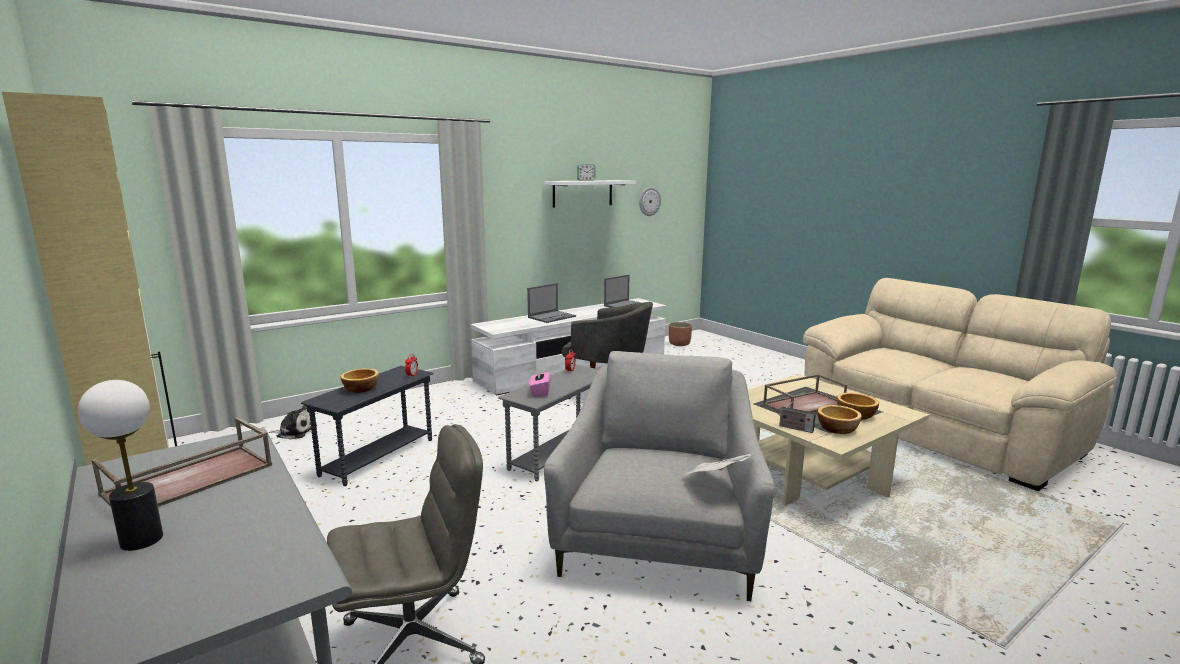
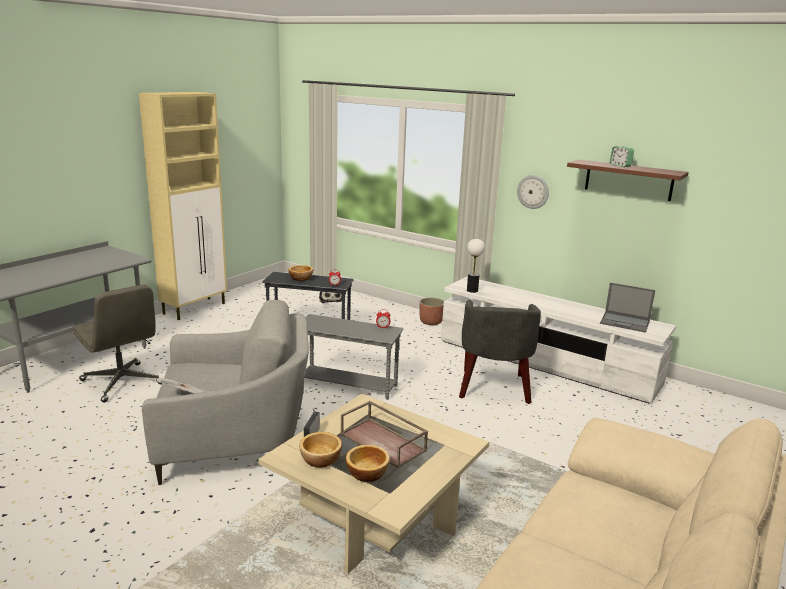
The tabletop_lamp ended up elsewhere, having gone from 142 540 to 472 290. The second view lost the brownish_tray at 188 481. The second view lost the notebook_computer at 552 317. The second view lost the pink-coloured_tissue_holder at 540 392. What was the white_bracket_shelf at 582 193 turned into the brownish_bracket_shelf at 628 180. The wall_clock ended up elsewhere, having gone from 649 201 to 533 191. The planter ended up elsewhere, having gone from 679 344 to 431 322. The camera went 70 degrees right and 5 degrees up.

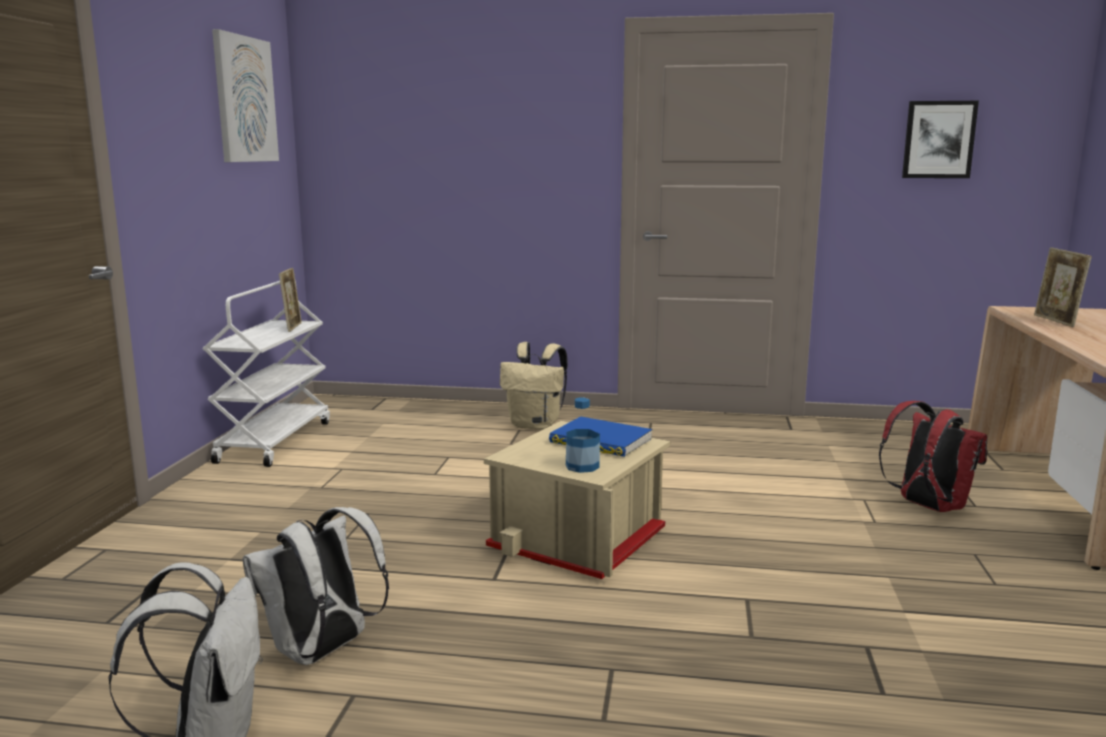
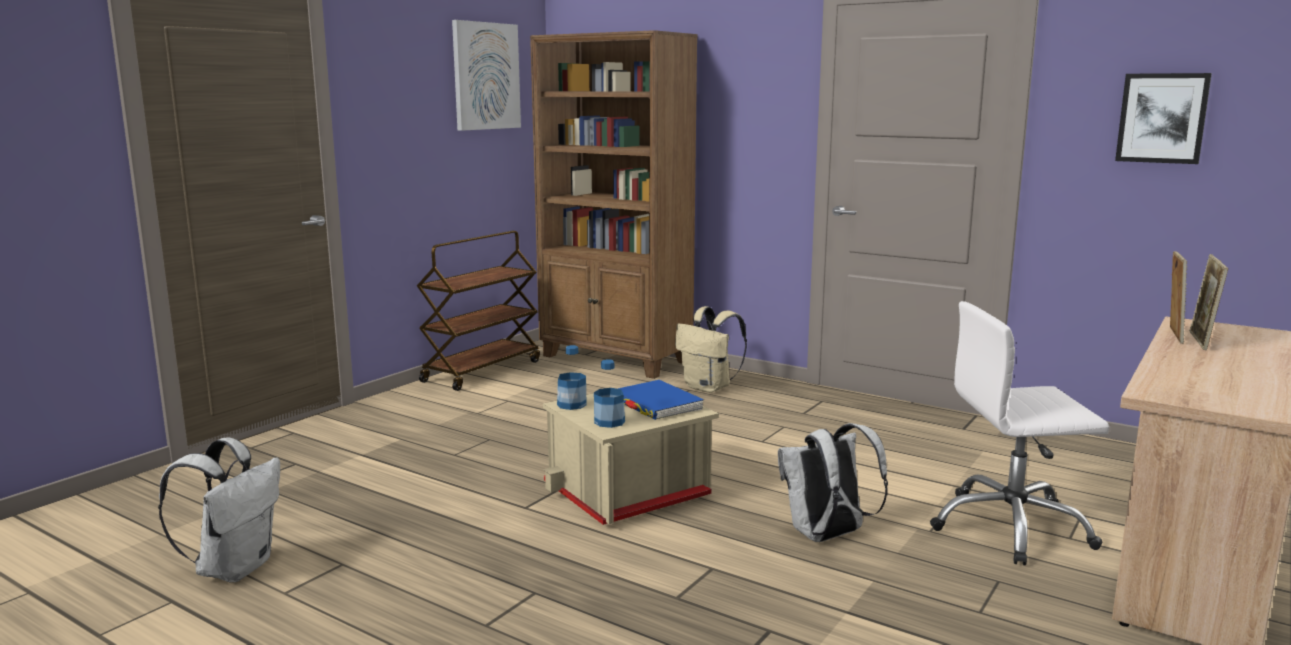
What was the white_cart at 274 441 turned into the brownish_cart at 482 371. The white_rucksack ended up elsewhere, having gone from 321 652 to 826 536. The photo_frame ended up elsewhere, having gone from 293 327 to 1172 335. Where the red_rucksack stood at 927 506, the white_desk_chair came to stand at 1011 528. The second view gained the brownish_bookshelf at 616 359. The second view gained the beverage_bottle at 571 404. The camera went 25 degrees right and 0 degrees up.

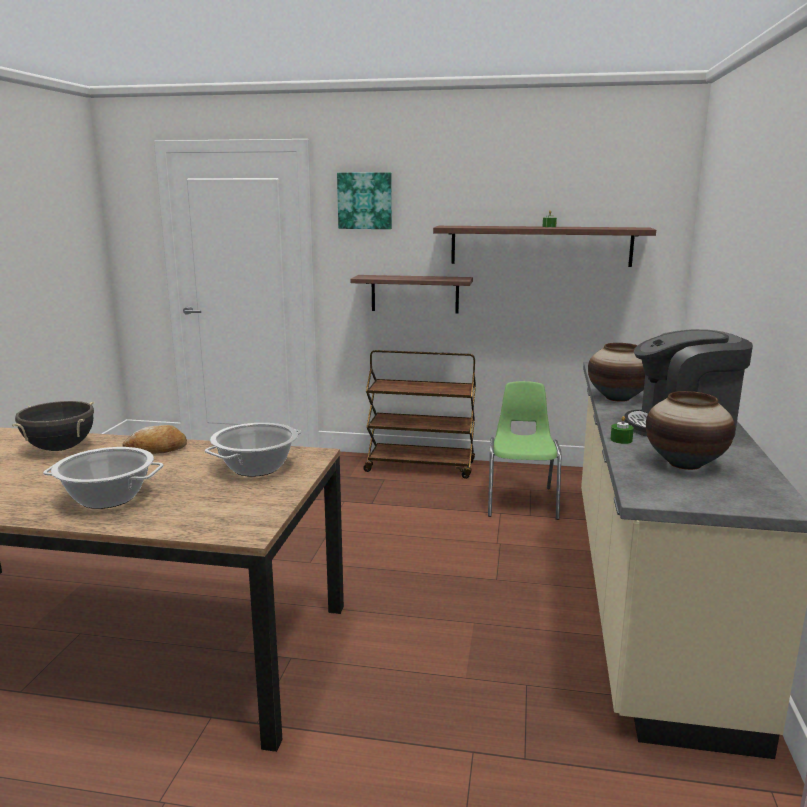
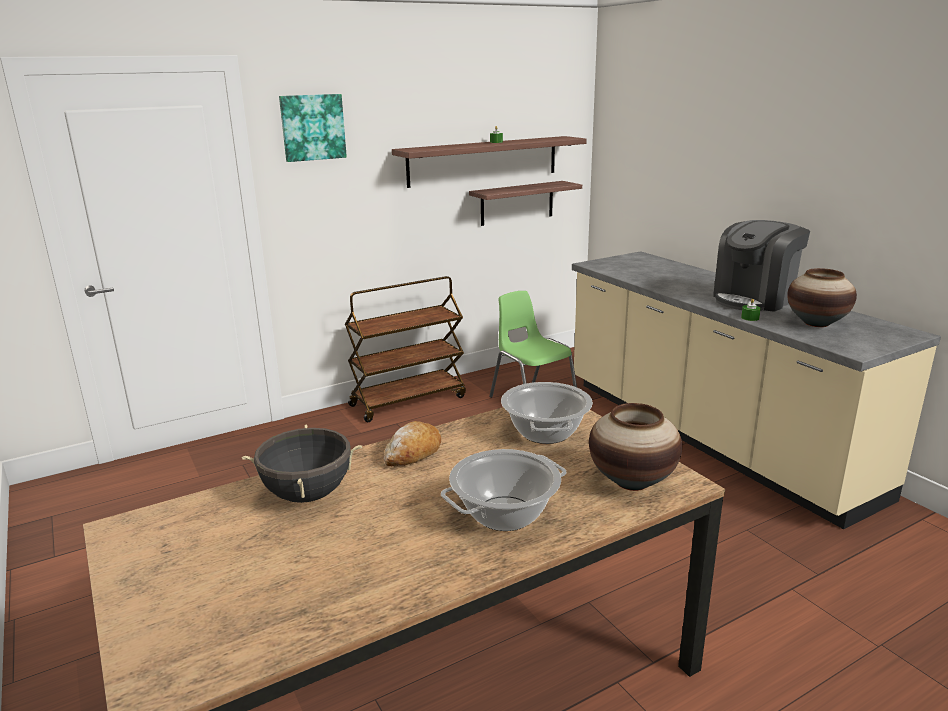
The bracket_shelf ended up elsewhere, having gone from 414 294 to 517 203. The vase ended up elsewhere, having gone from 617 398 to 631 481. The camera went 40 degrees left and 5 degrees up.

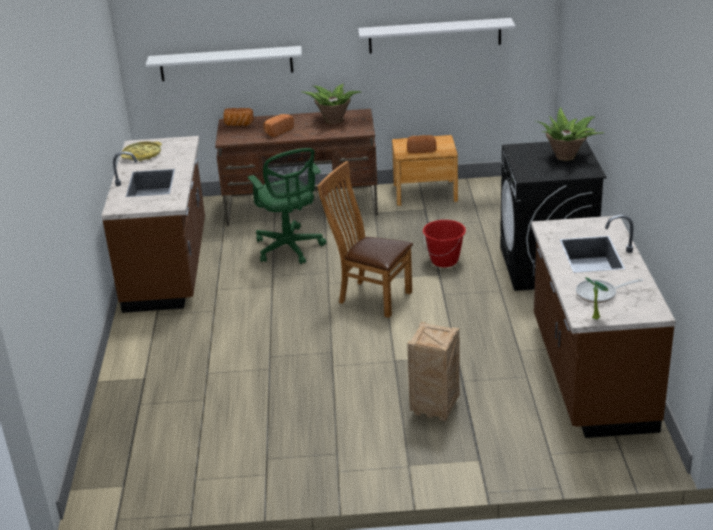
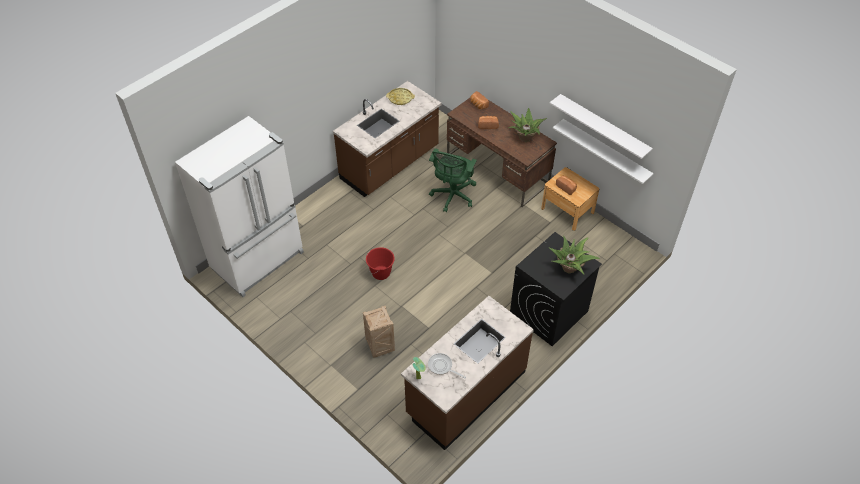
The white_bracket_shelf ended up elsewhere, having gone from 226 63 to 605 152. The second view lost the brownish_plain_chair at 371 297. The red_water_bucket ended up elsewhere, having gone from 444 260 to 381 273. The second view gained the white_refrigerator at 259 261. The camera went 45 degrees right and 20 degrees up.

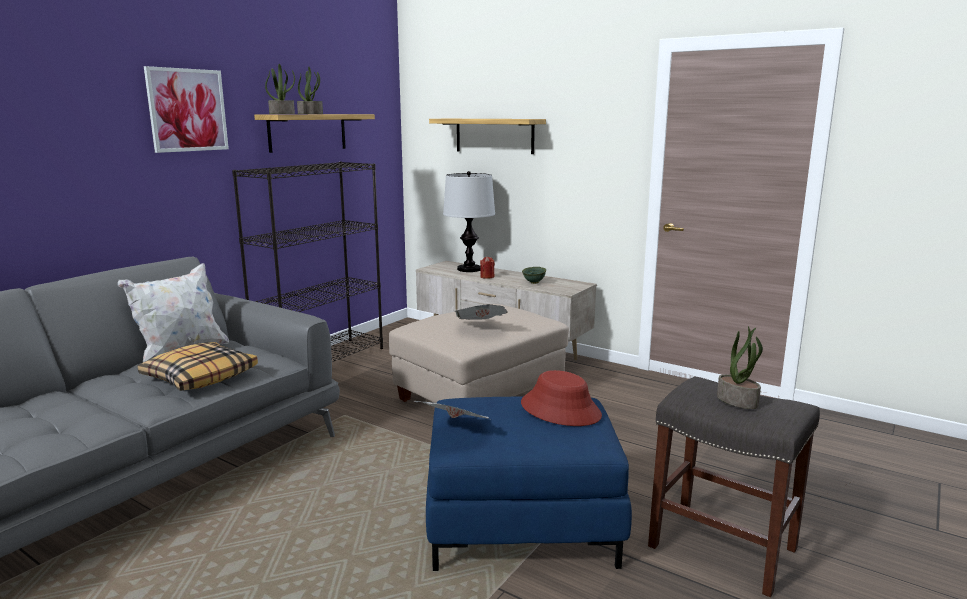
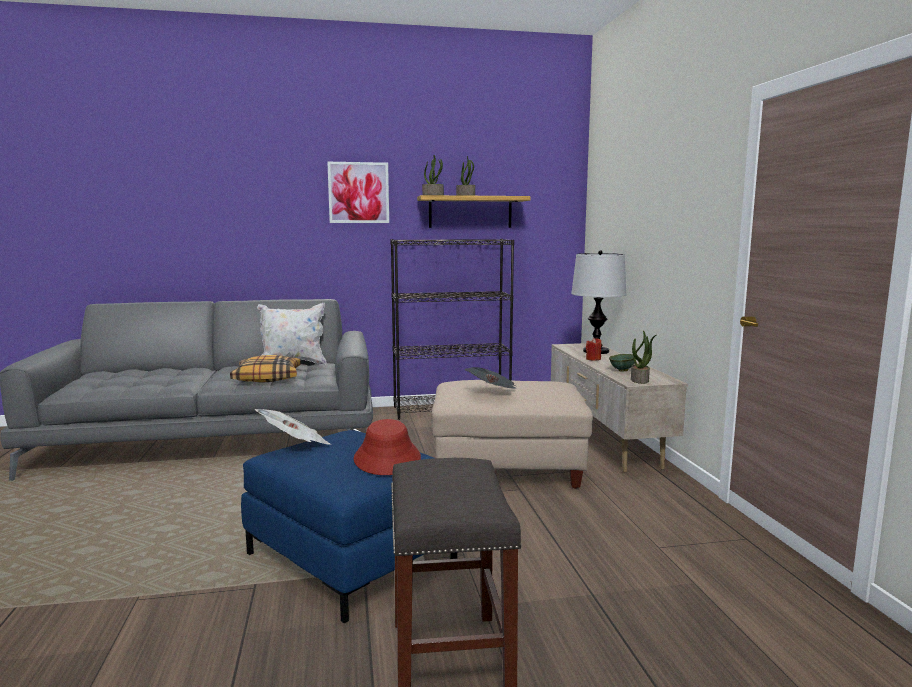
The second view lost the bracket_shelf at 494 135. The houseplant ended up elsewhere, having gone from 738 401 to 640 380. The camera went 45 degrees right and 5 degrees down.

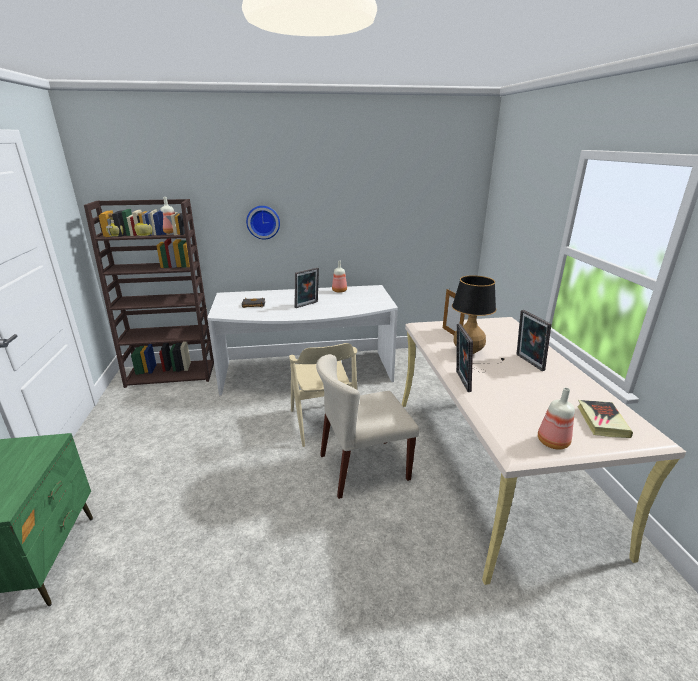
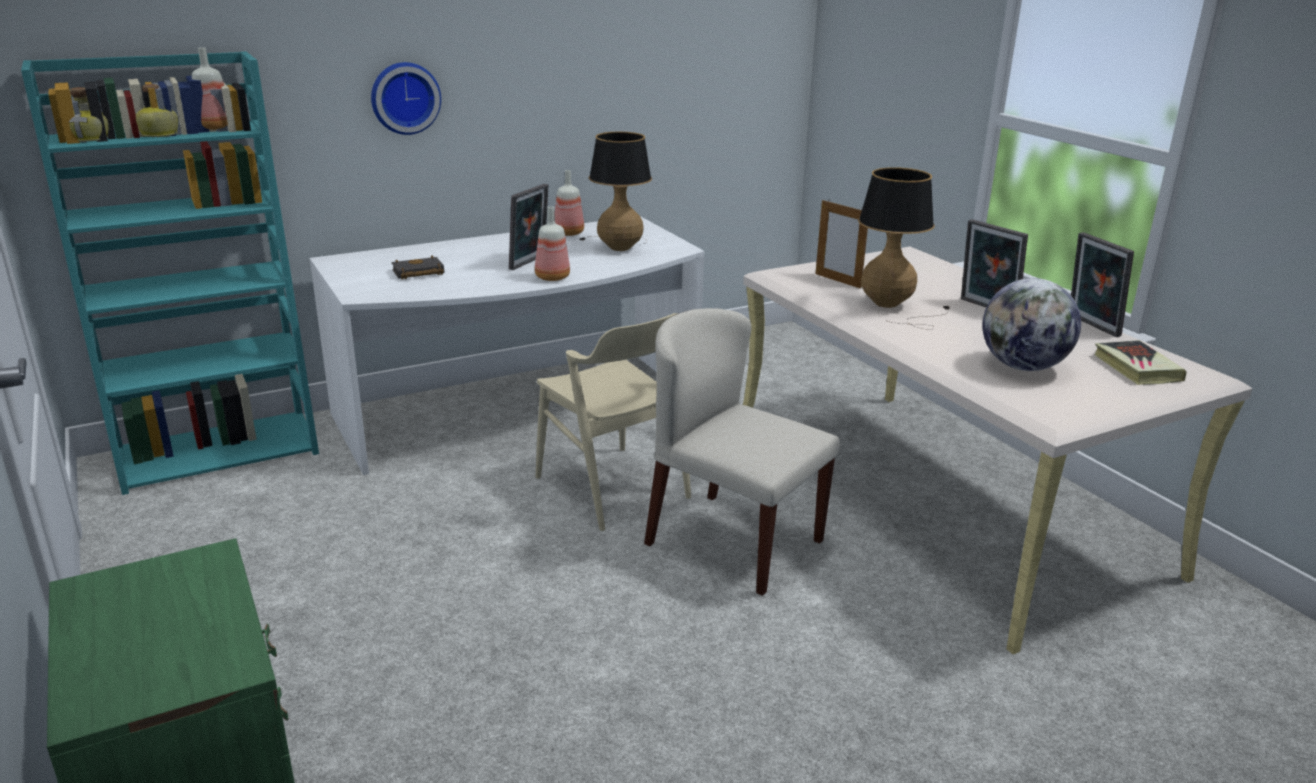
What was the brownish_bookshelf at 172 373 turned into the blue-green_bookshelf at 220 451. The sand-coloured_plain_chair at 363 467 ended up facing another way, 75 degrees clockwise from before. The photo_frame ended up elsewhere, having gone from 460 381 to 1090 326. The beverage_bottle ended up elsewhere, having gone from 551 442 to 551 278. The second view gained the tabletop_lamp at 620 246. The second view gained the world_globe at 1023 367. The camera went 20 degrees left and 0 degrees up.

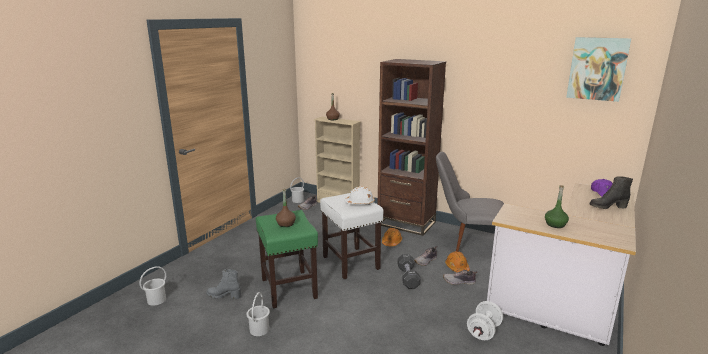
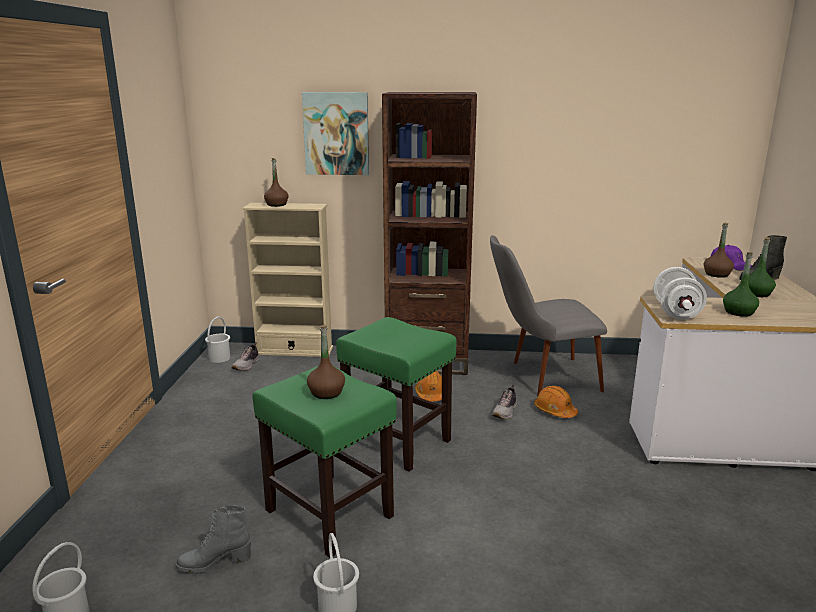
What was the white_stool_seat at 351 263 turned into the green-coloured_stool_seat at 398 441. The second view lost the white_hard_hat at 359 203. The second view lost the blackish_dumbbell at 408 277. The second view lost the item_of_footwear at 459 282. The white_dumbbell ended up elsewhere, having gone from 483 331 to 676 312. The picture ended up elsewhere, having gone from 597 69 to 336 133. The second view gained the brownish_beverage_bottle at 717 274. The second view gained the green-coloured_beverage_bottle at 756 294. The camera went 25 degrees left and 0 degrees up.

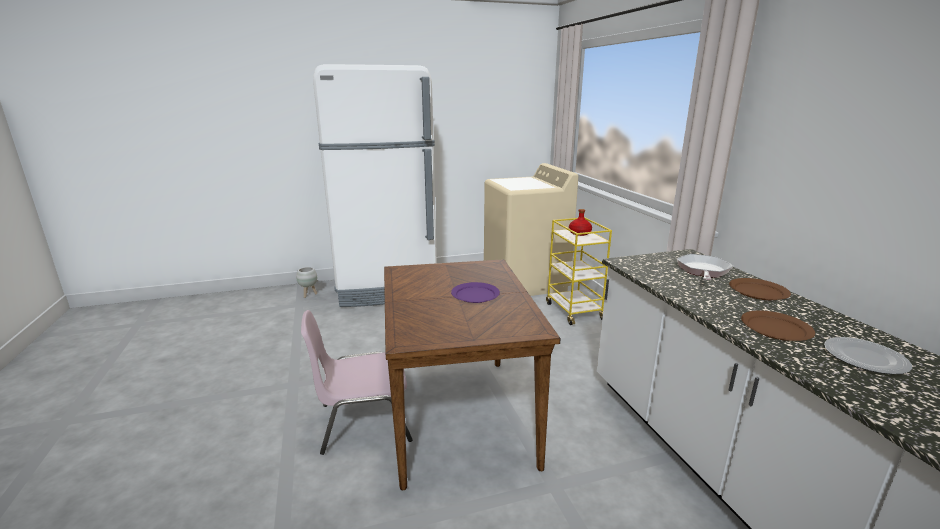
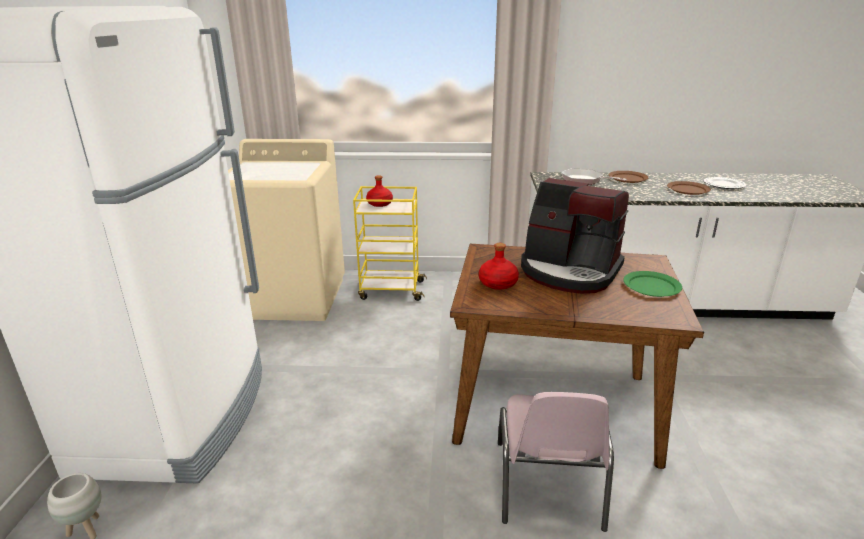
Where the purplish_plate stood at 475 295, the coffee_brewer came to stand at 569 271. The second view gained the red_beverage_bottle at 498 283. The second view gained the green-coloured_plate at 651 286. The camera went 70 degrees left and 5 degrees up.

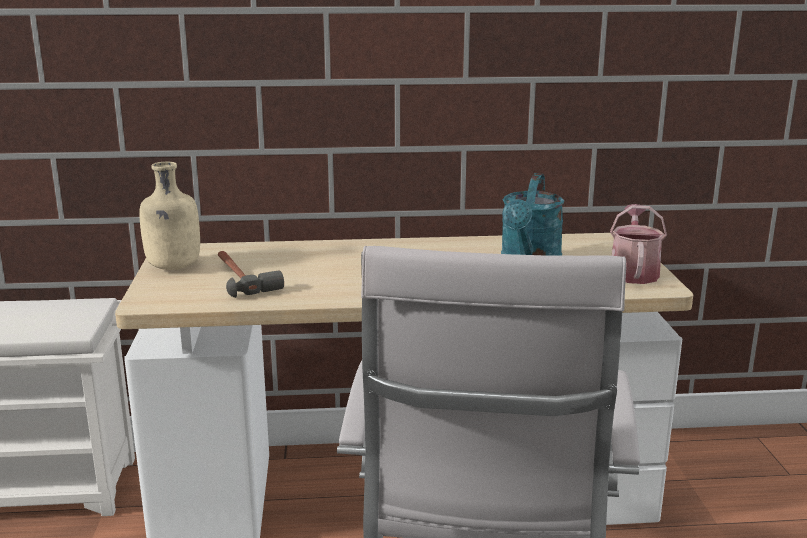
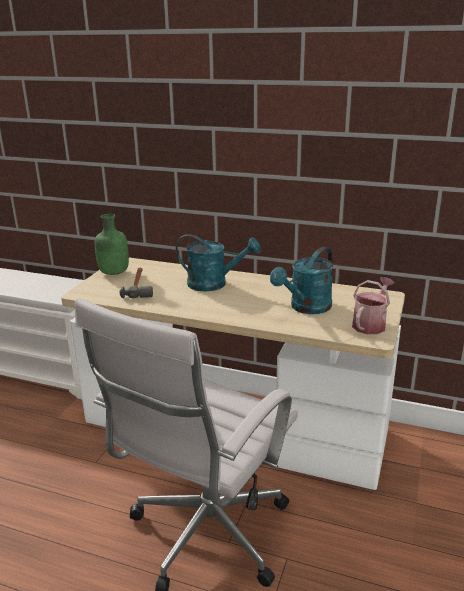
What was the sand-coloured_beverage_bottle at 173 267 turned into the green-coloured_beverage_bottle at 113 273. The second view gained the blue-green_sprinkling_can at 214 284. The camera went 25 degrees right and 5 degrees up.

